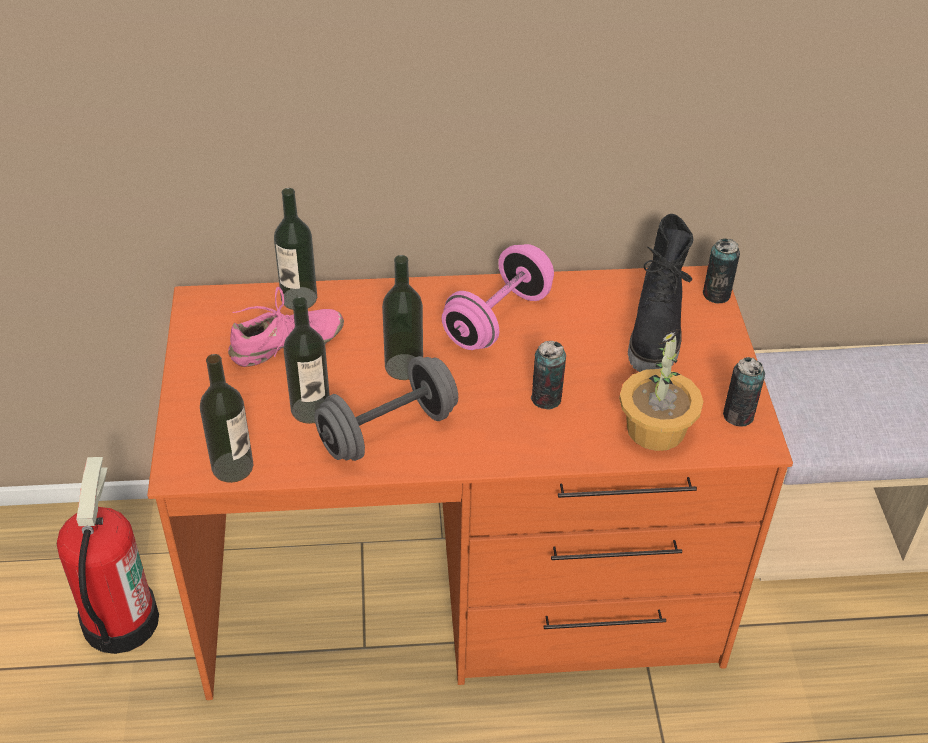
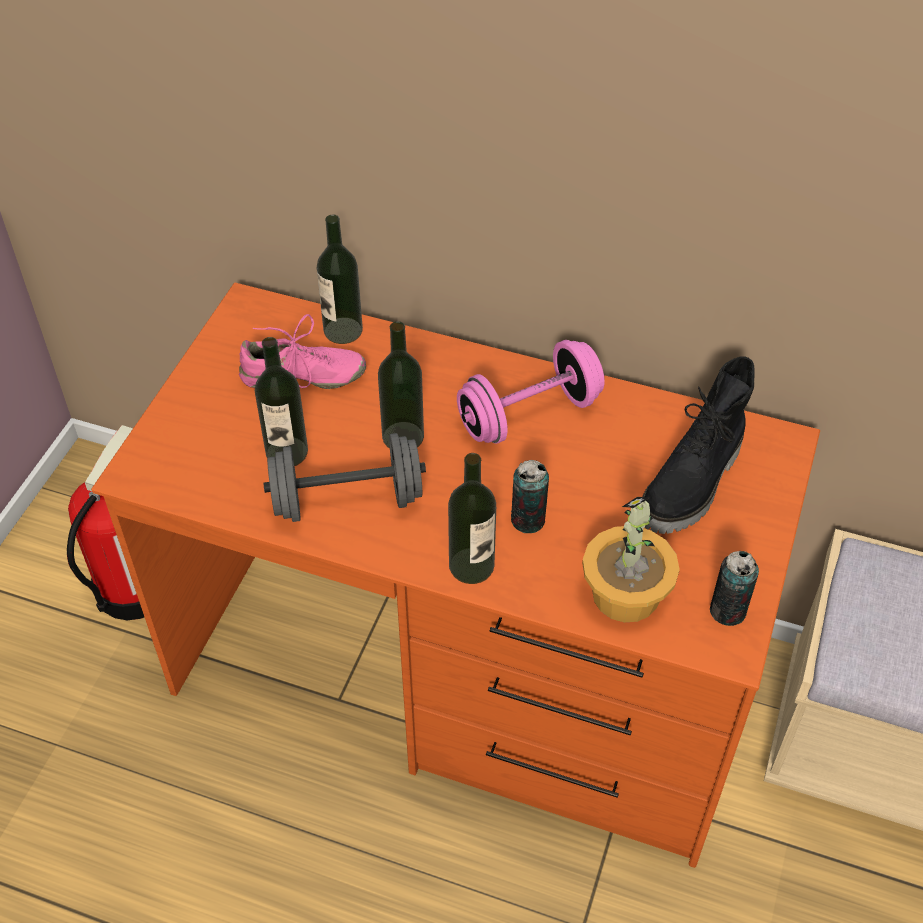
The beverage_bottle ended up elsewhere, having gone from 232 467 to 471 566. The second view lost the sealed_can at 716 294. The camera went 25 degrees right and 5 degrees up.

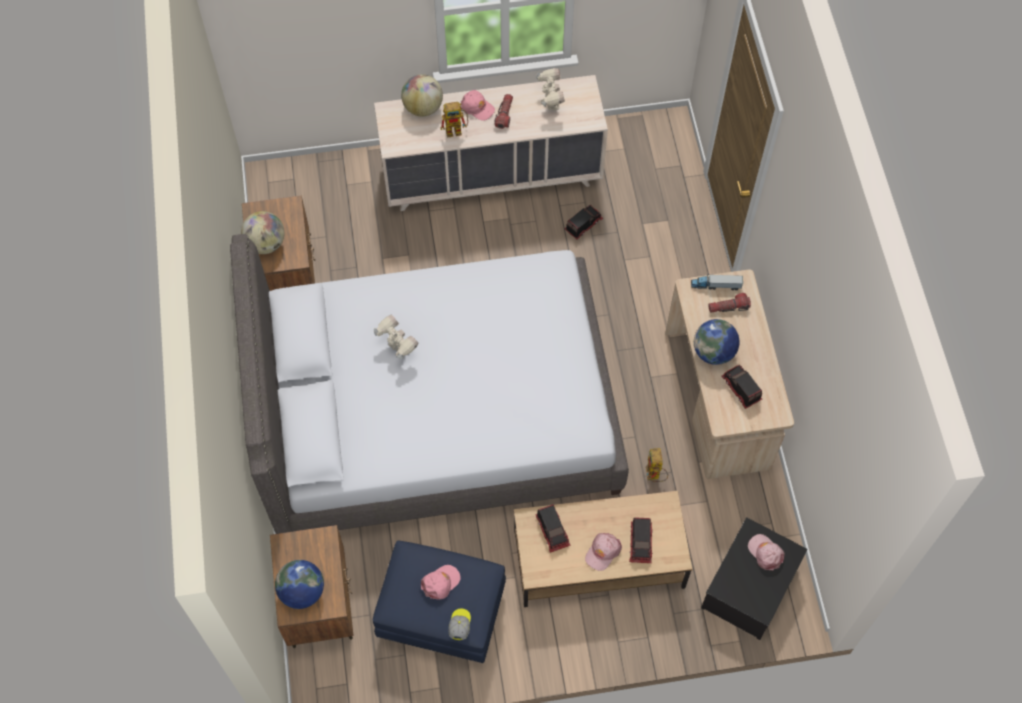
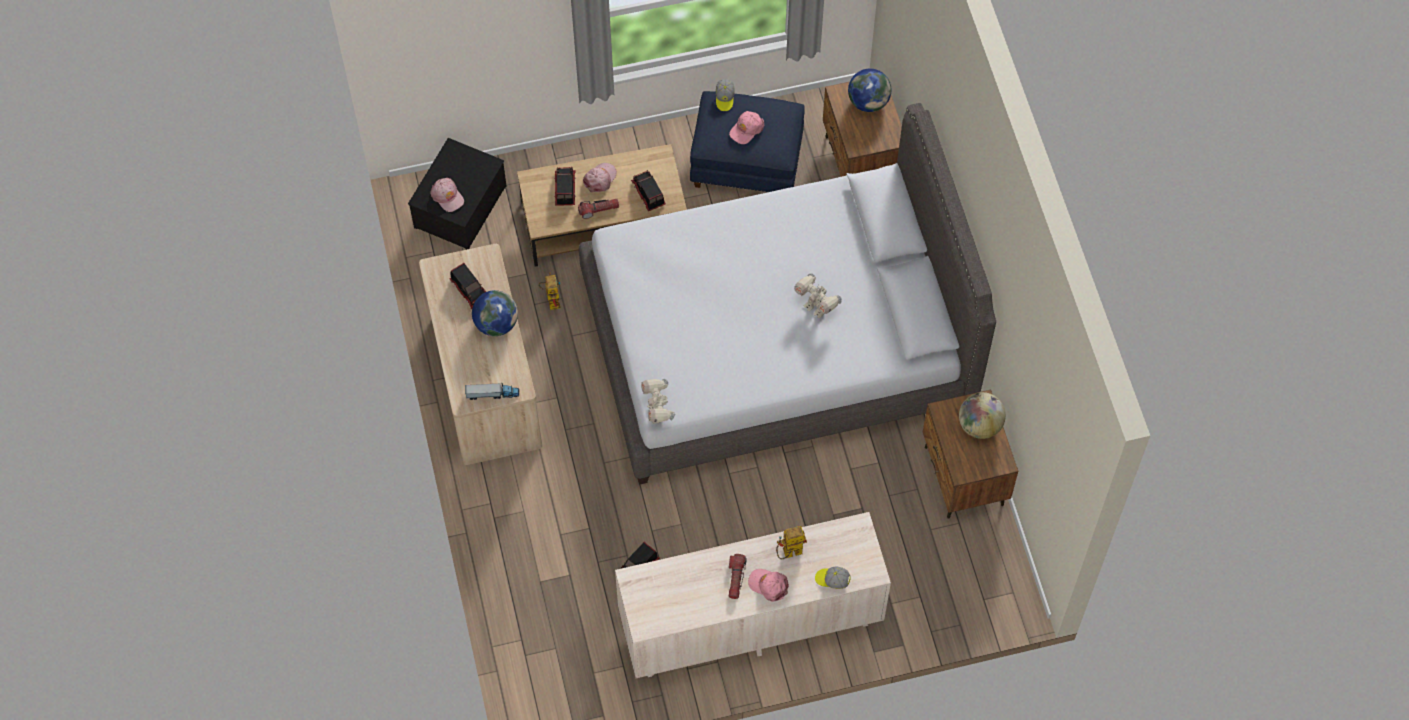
Where the world_globe stood at 423 107, the cap came to stand at 832 580. The model_robot ended up elsewhere, having gone from 550 103 to 658 413. The flashlight ended up elsewhere, having gone from 728 307 to 598 210. The camera went 175 degrees right and 0 degrees up.

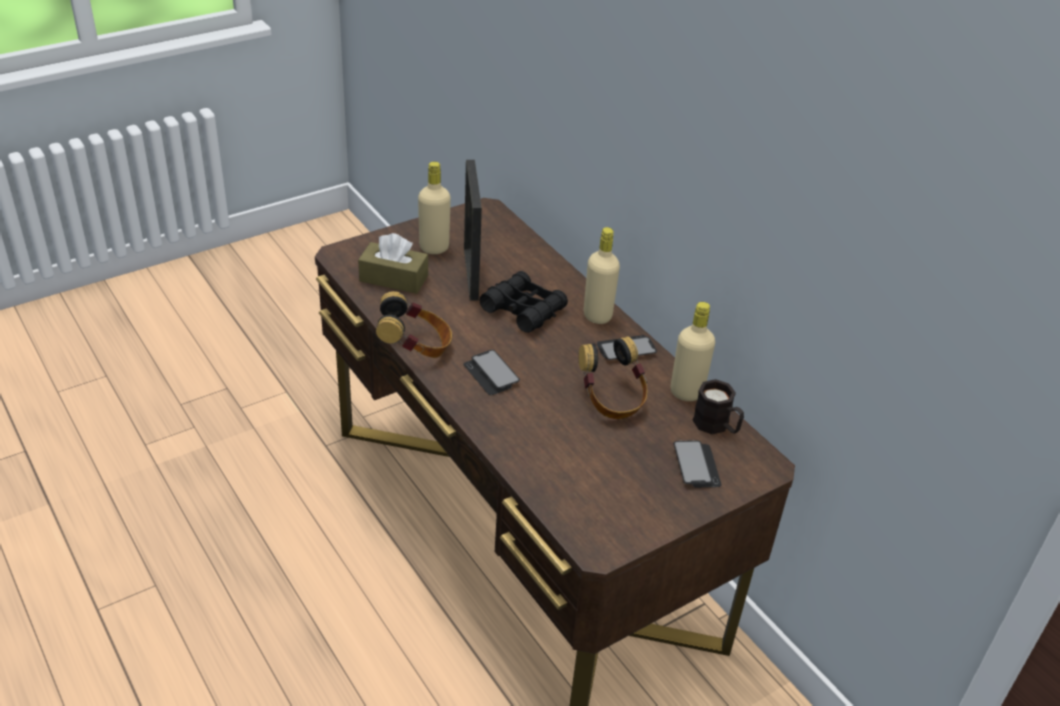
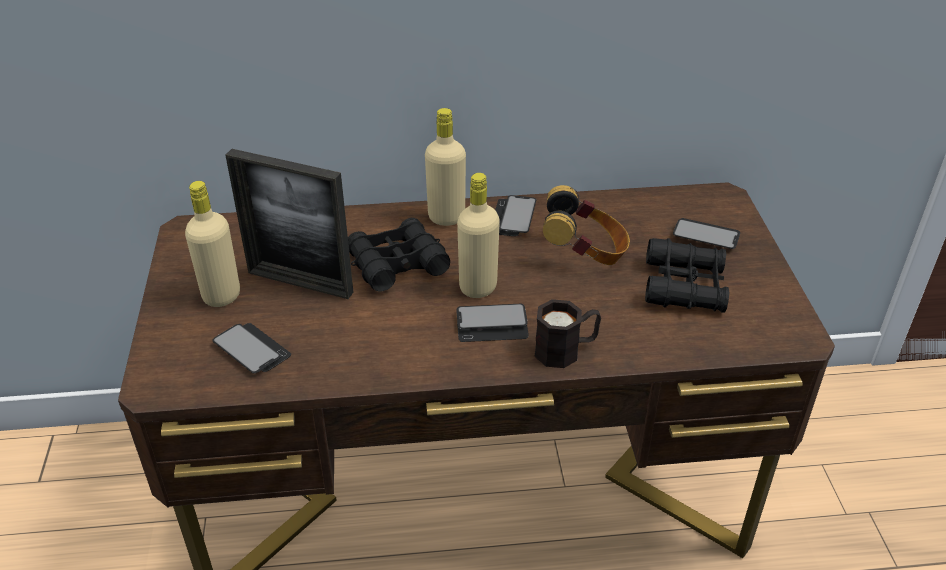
Where the brownish_tissue_holder stood at 393 278, the phone came to stand at 252 350. The second view lost the pair_of_headphones at 415 348. The sand-coloured_beverage_bottle ended up elsewhere, having gone from 686 392 to 478 287. The blackish_mug ended up elsewhere, having gone from 717 426 to 566 350. The second view gained the blackish_binoculars at 684 286. The camera went 60 degrees left and 0 degrees up.

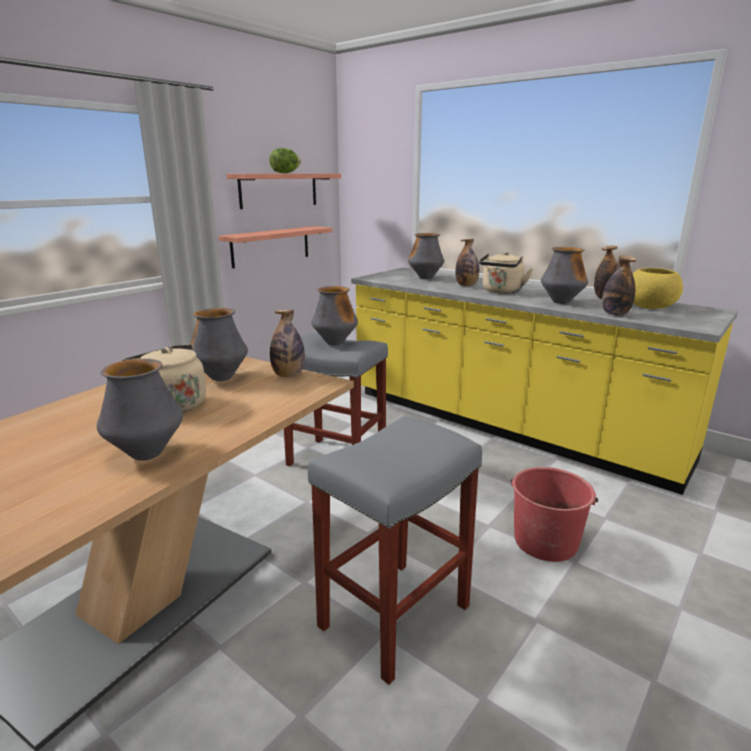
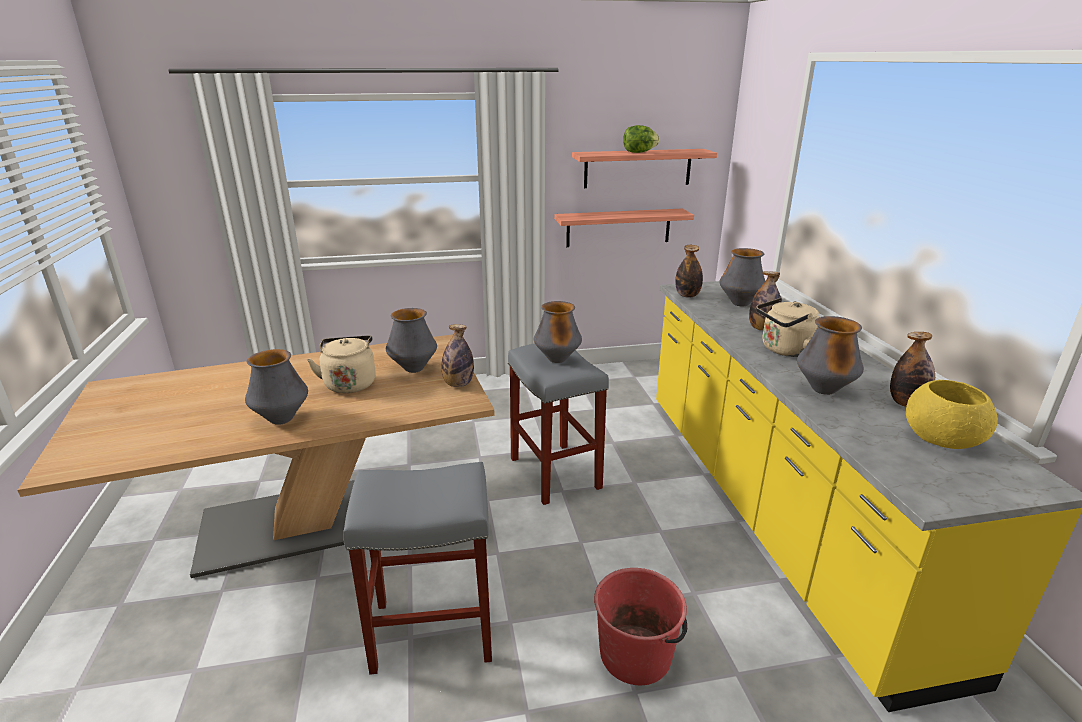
The beverage_bottle ended up elsewhere, having gone from 615 314 to 687 295. The camera went 40 degrees right and 5 degrees up.

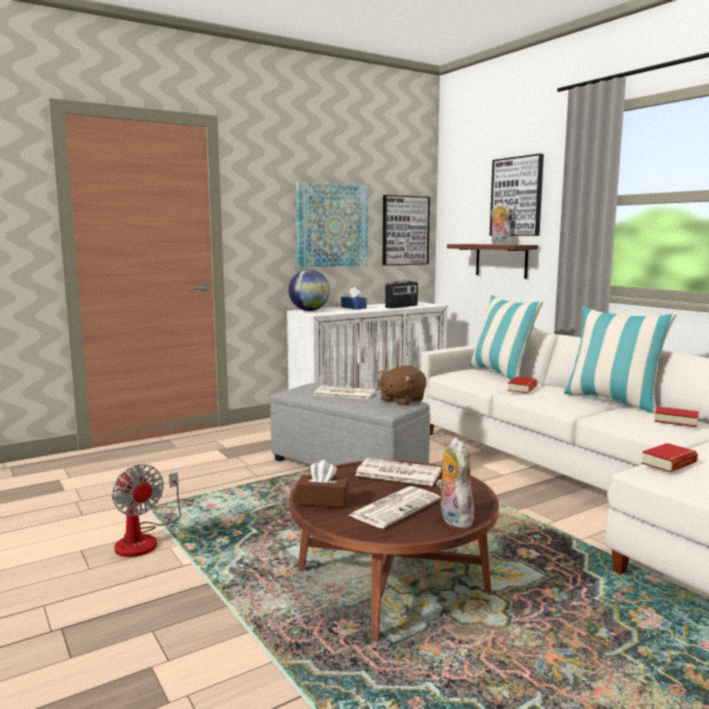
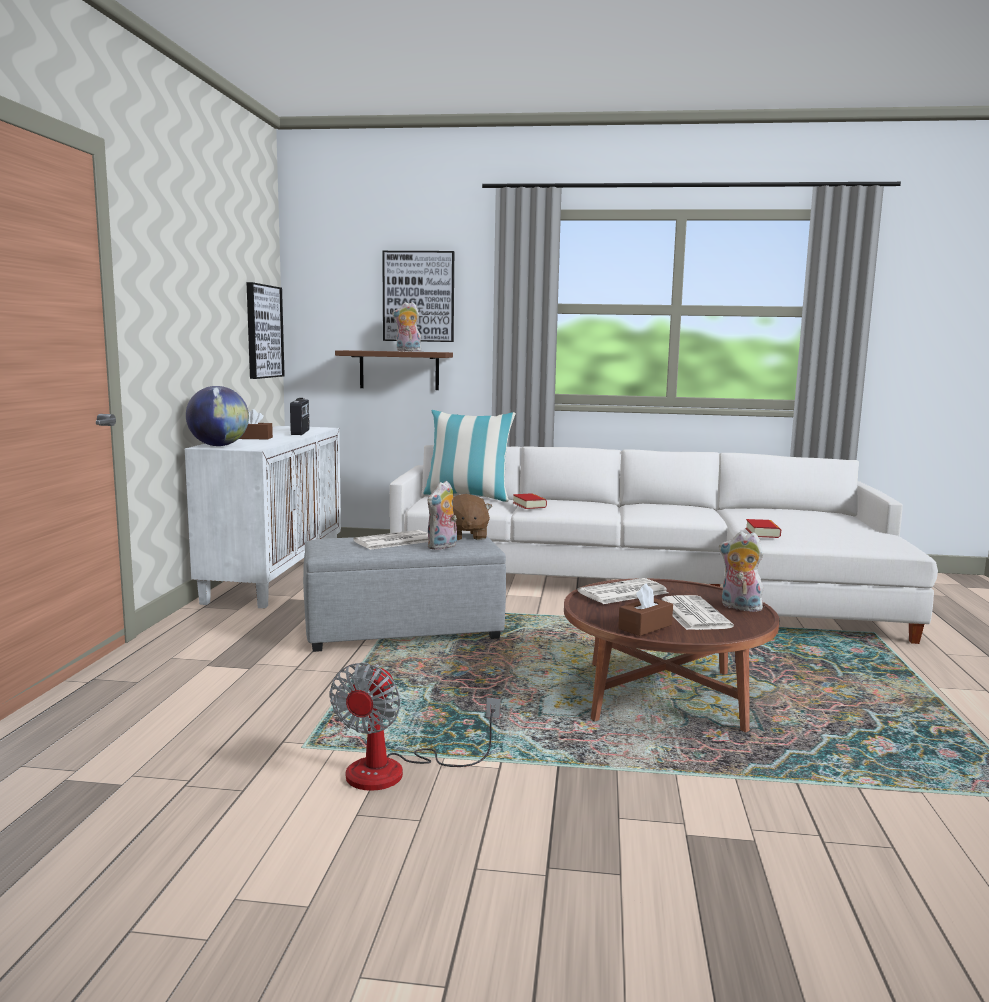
The electric_fan at 144 539 ended up facing another way, 105 degrees clockwise from before. The second view lost the picture at 332 225. What was the bluish_tissue_holder at 353 308 turned into the brownish_tissue_holder at 253 438. The second view lost the pillow at 613 401. The second view lost the bound_book at 676 421. The second view gained the cuddly_toy at 443 547. The camera went 50 degrees left and 0 degrees up.

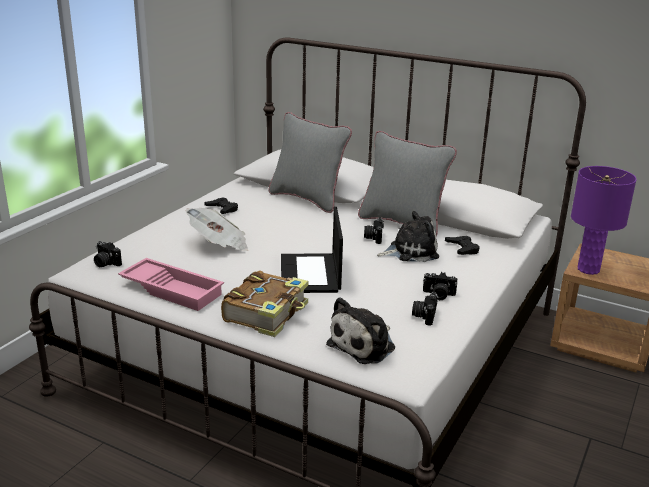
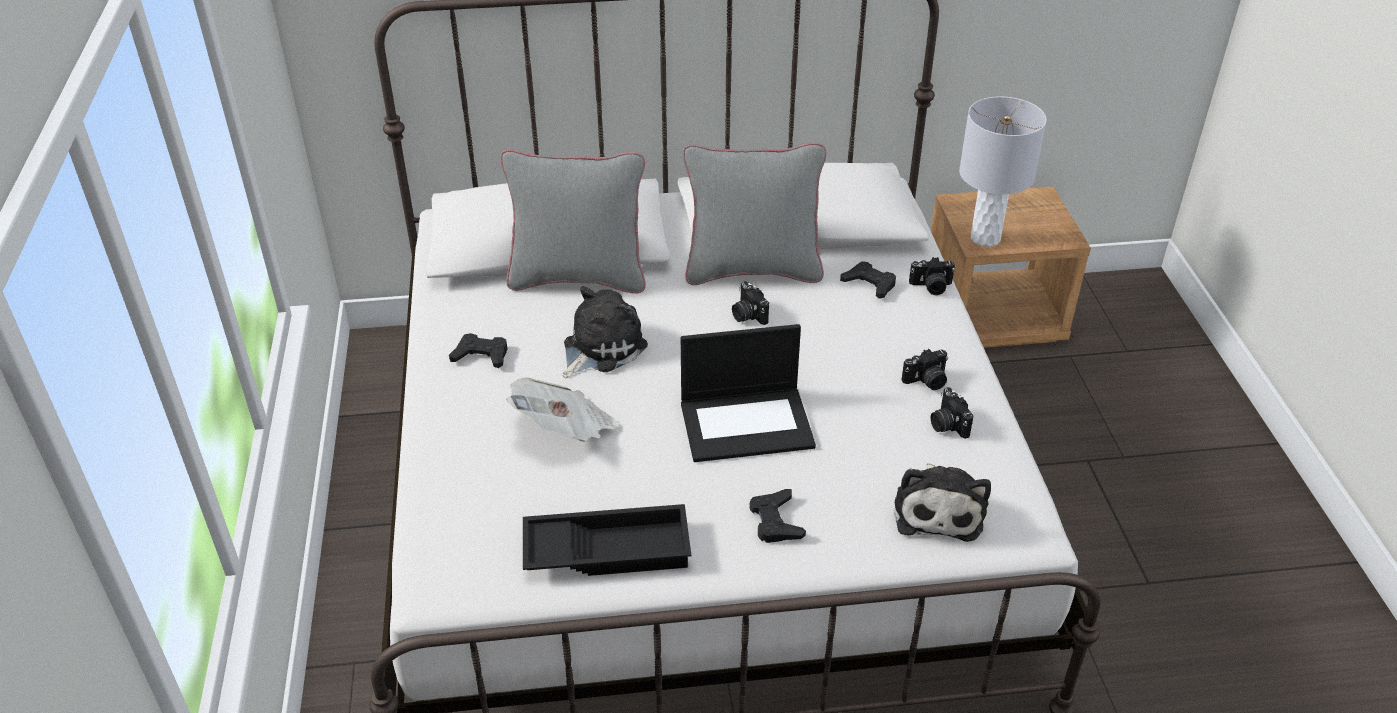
The photo_camera ended up elsewhere, having gone from 106 263 to 931 287. What was the pink-coloured_tray at 173 289 turned into the blackish_tray at 608 548. Where the bound_book stood at 267 313, the blackish_gamepad came to stand at 775 521. The notebook_computer at 310 274 ended up facing another way, 60 degrees counterclockwise from before. The cuddly_toy ended up elsewhere, having gone from 410 251 to 600 348. What was the purplish_tabletop_lamp at 588 269 turned into the gray_tabletop_lamp at 985 238. The camera went 35 degrees left and 15 degrees up.

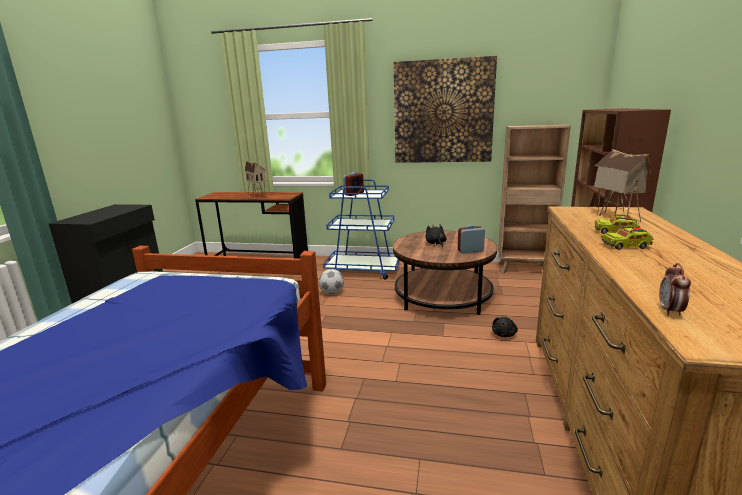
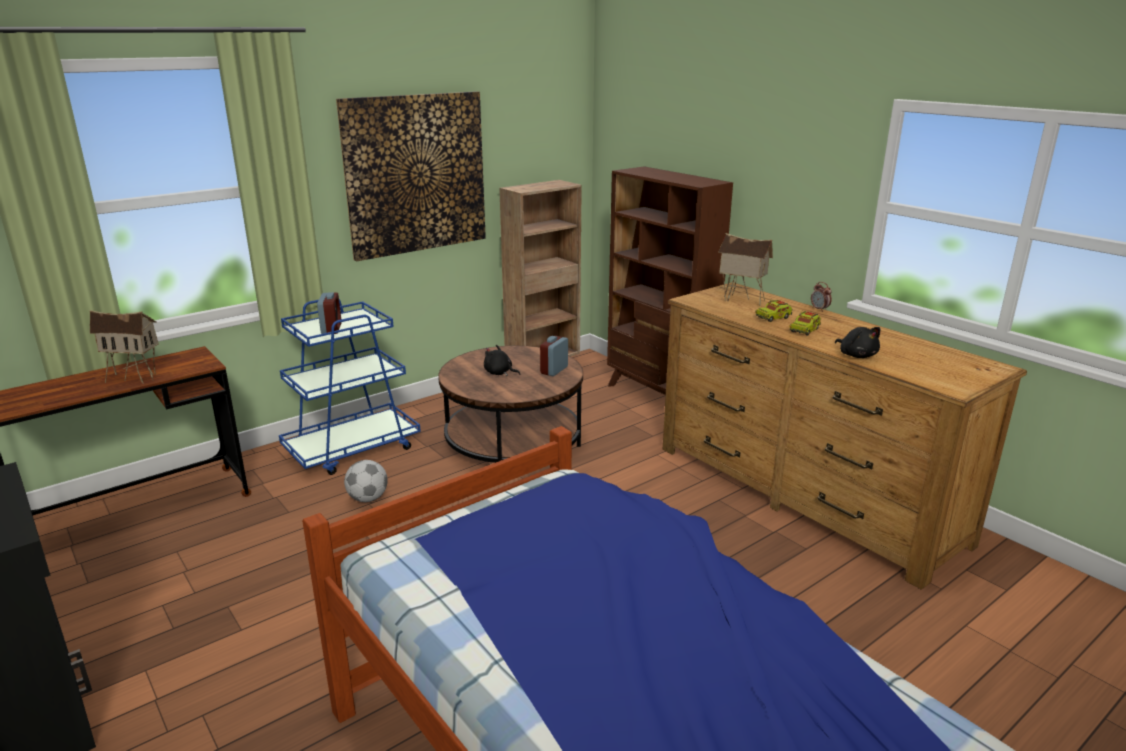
The blackish_cuddly_toy ended up elsewhere, having gone from 504 334 to 856 355. The bedside_clock ended up elsewhere, having gone from 670 311 to 819 309. The camera went 50 degrees left and 5 degrees up.

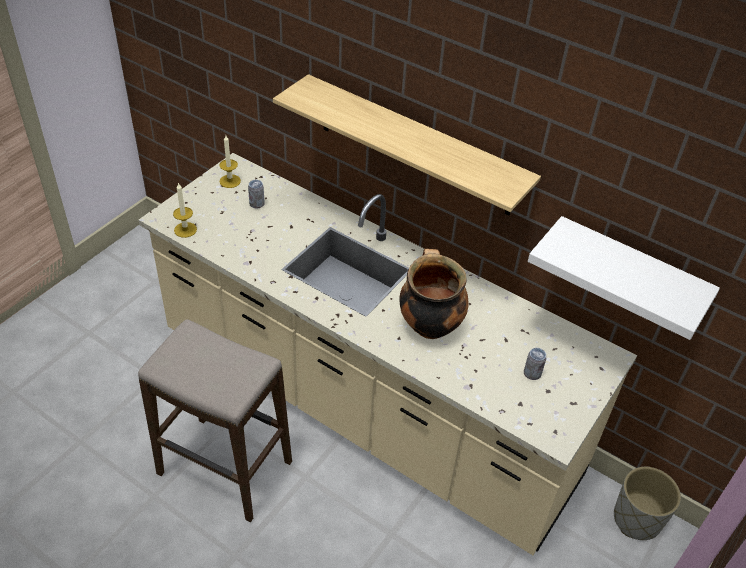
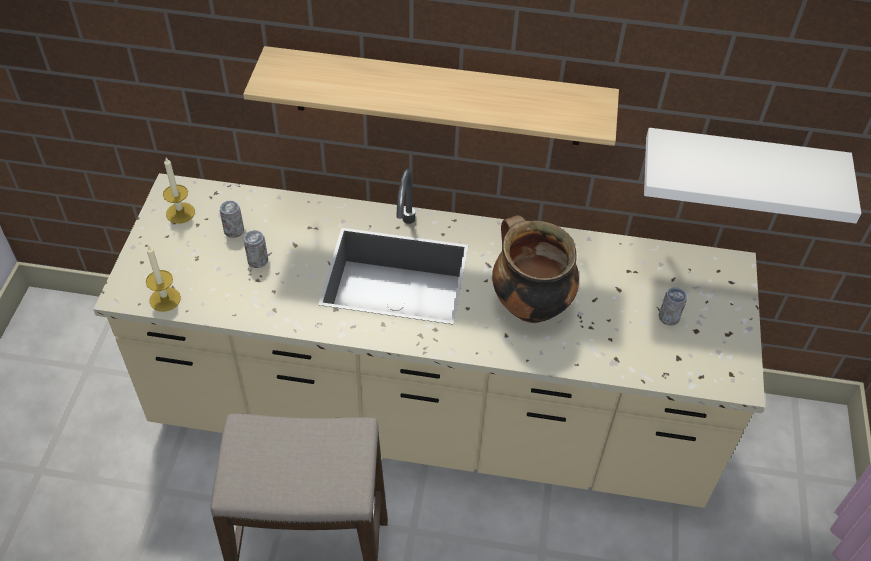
The second view lost the gray_planter at 637 520. The second view gained the sealed_can at 258 261. The camera went 25 degrees left and 5 degrees up.

